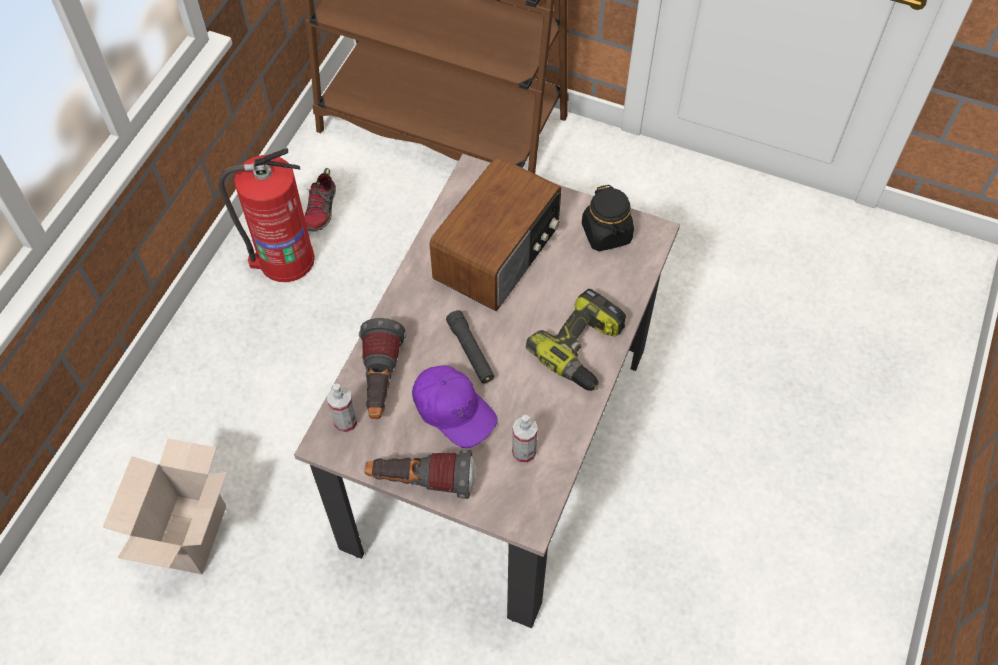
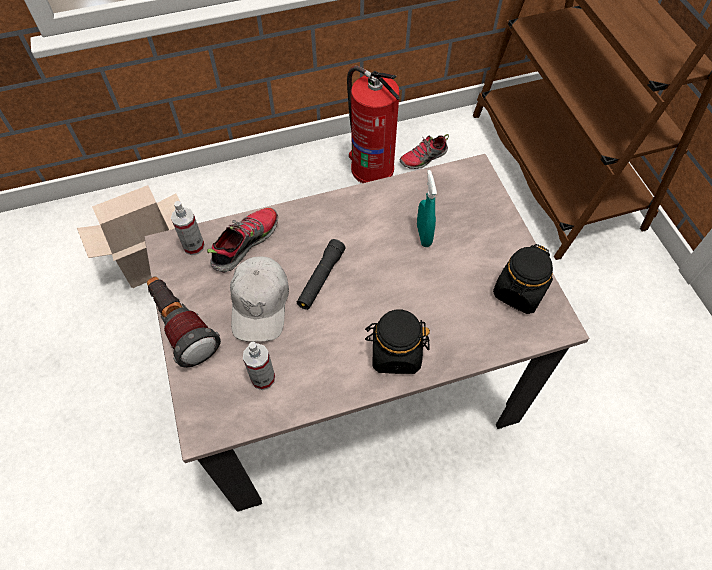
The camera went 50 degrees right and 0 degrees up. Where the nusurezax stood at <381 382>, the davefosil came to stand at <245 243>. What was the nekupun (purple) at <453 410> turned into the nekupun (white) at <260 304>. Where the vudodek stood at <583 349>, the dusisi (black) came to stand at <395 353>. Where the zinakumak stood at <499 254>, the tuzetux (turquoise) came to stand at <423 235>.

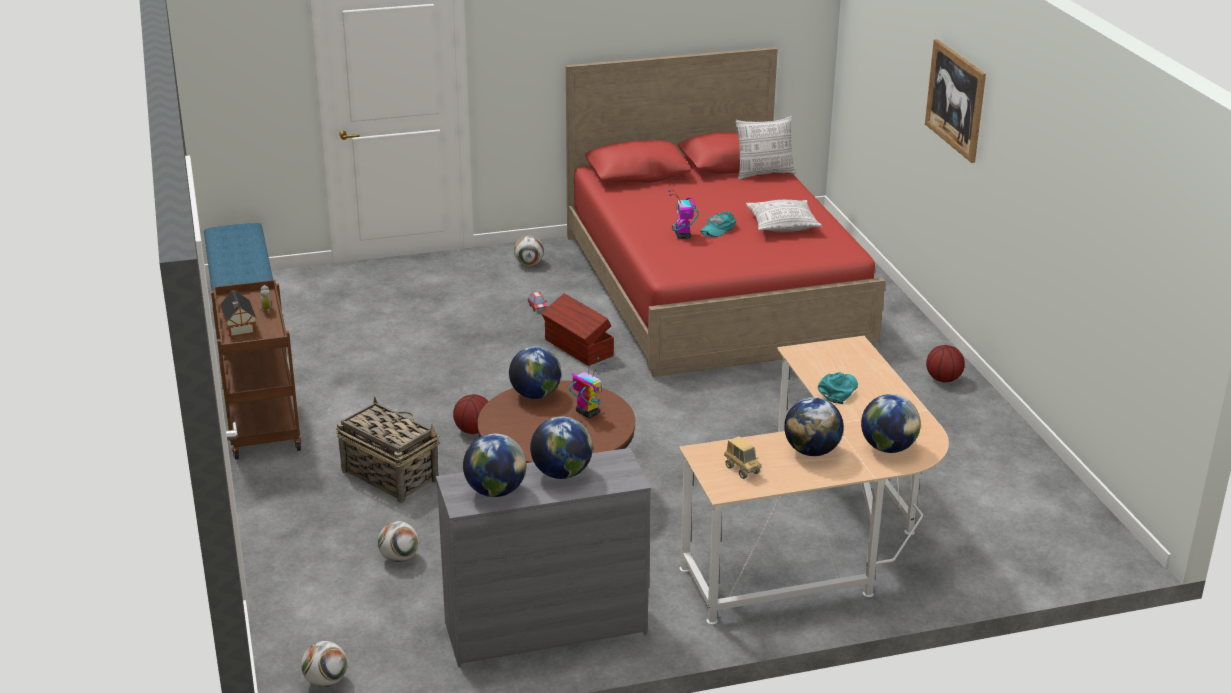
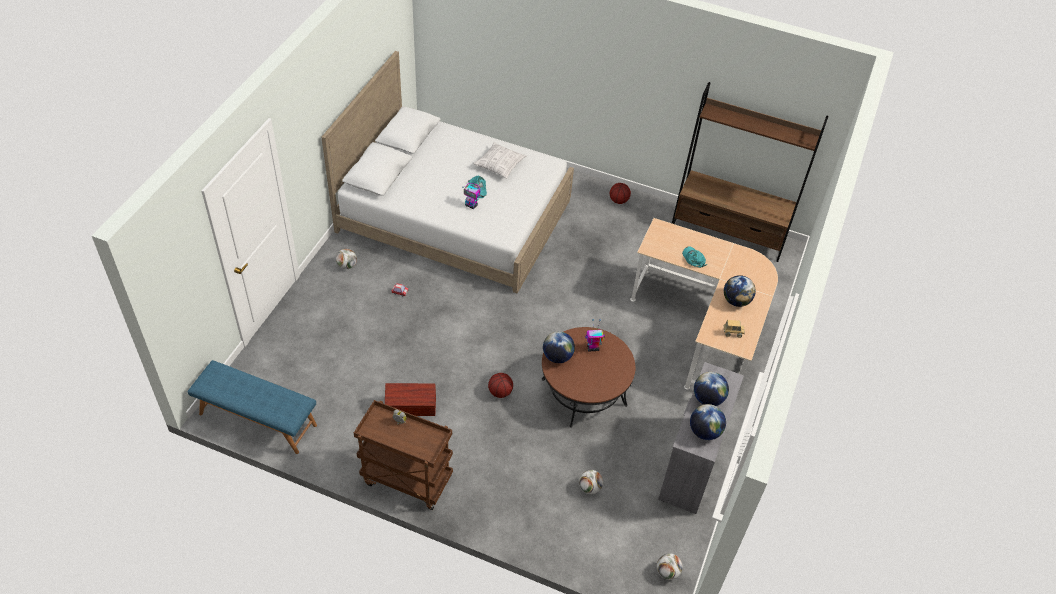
The camera went 55 degrees left and 20 degrees up. What was the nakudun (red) at <714 288> turned into the nakudun (white) at <455 215>. The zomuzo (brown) ended up elsewhere, having gone from <578 348> to <411 407>. The second view gained the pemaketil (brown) at <728 233>. The second view lost the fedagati at <239 327>. The second view lost the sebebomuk at <389 475>. The second view lost the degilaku at <764 173>. The second view lost the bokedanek at <888 448>. The second view lost the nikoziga at <955 100>.

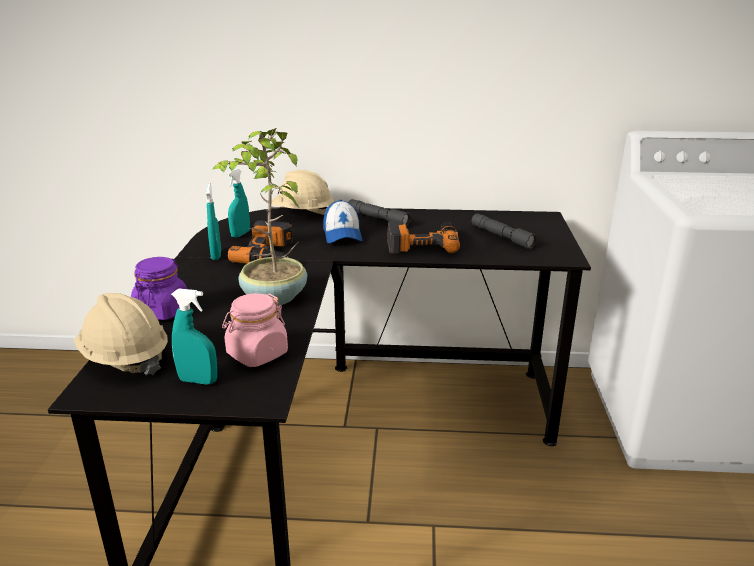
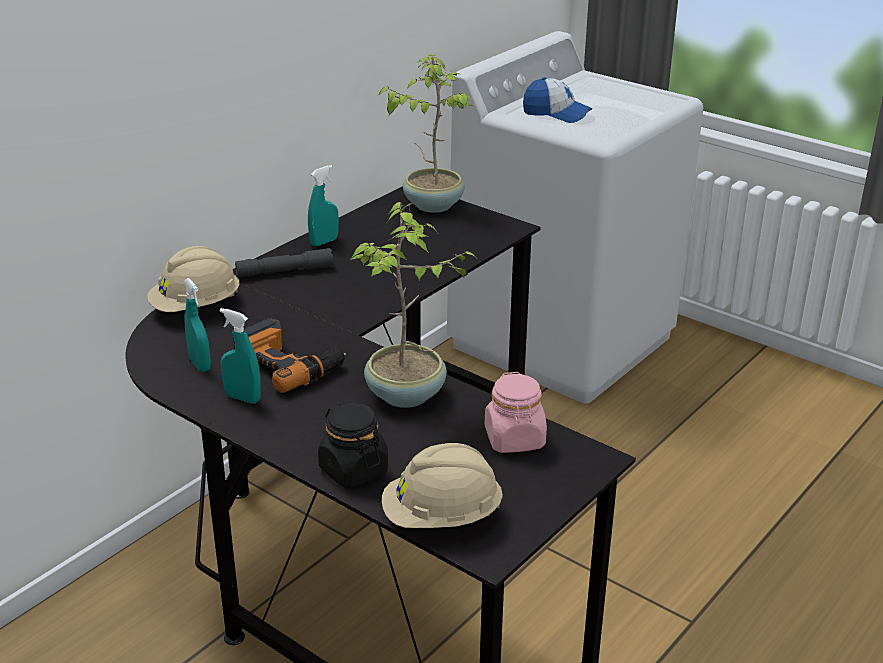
The camera went 55 degrees left and 5 degrees up. The tuzetux (turquoise) ended up elsewhere, having gone from <198 381> to <324 242>. What was the dusisi (purple) at <162 311> turned into the dusisi (black) at <353 470>. The second view gained the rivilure at <433 204>. The nekupun ended up elsewhere, having gone from <342 234> to <556 114>. The second view lost the vudodek at <422 243>. The second view lost the nusurezax (grey) at <502 237>.

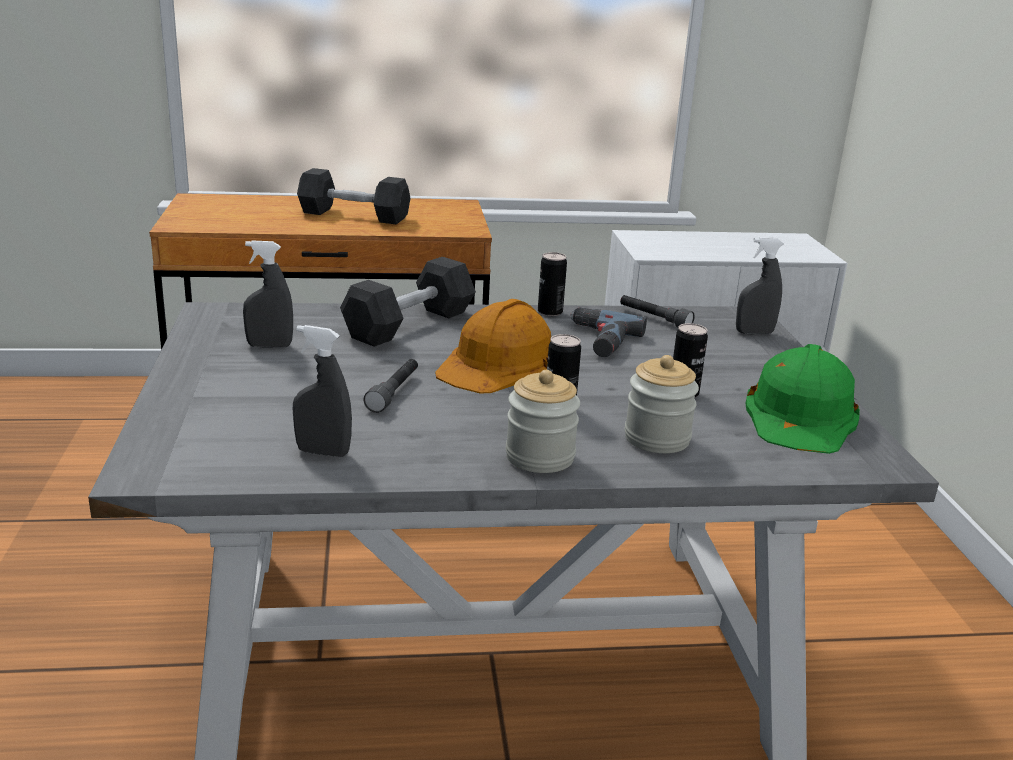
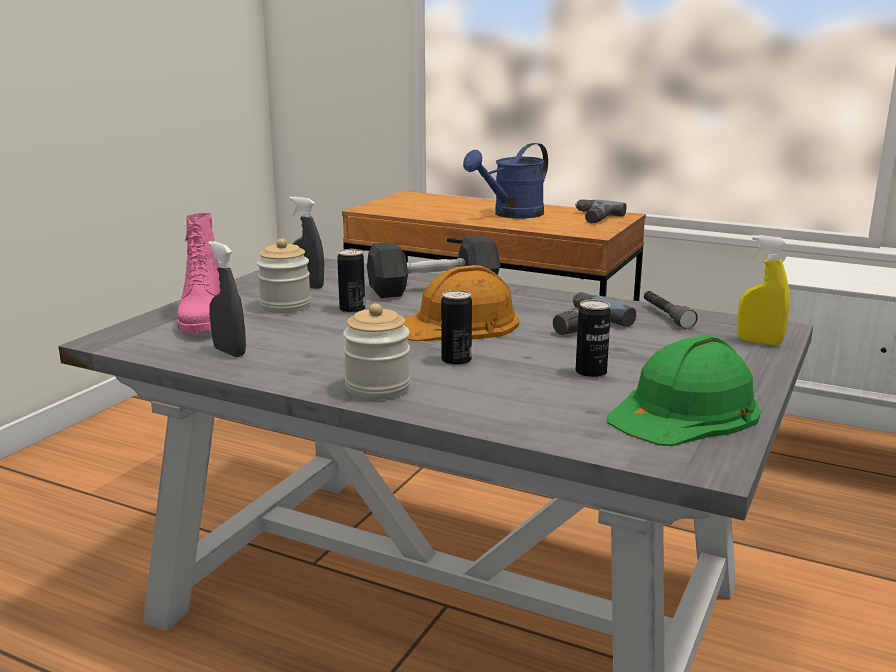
The camera went 35 degrees right and 5 degrees down. The second view gained the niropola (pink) at <202 321>. The dusisi ended up elsewhere, having gone from <657 438> to <285 306>. The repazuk ended up elsewhere, having gone from <550 312> to <352 309>. Where the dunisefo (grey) stood at <354 215>, the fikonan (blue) came to stand at <512 215>. The second view gained the vudodek at <591 218>. What was the tuzetux (grey) at <754 332> turned into the tuzetux (yellow) at <759 342>. The second view lost the nusurezax (grey) at <394 393>.

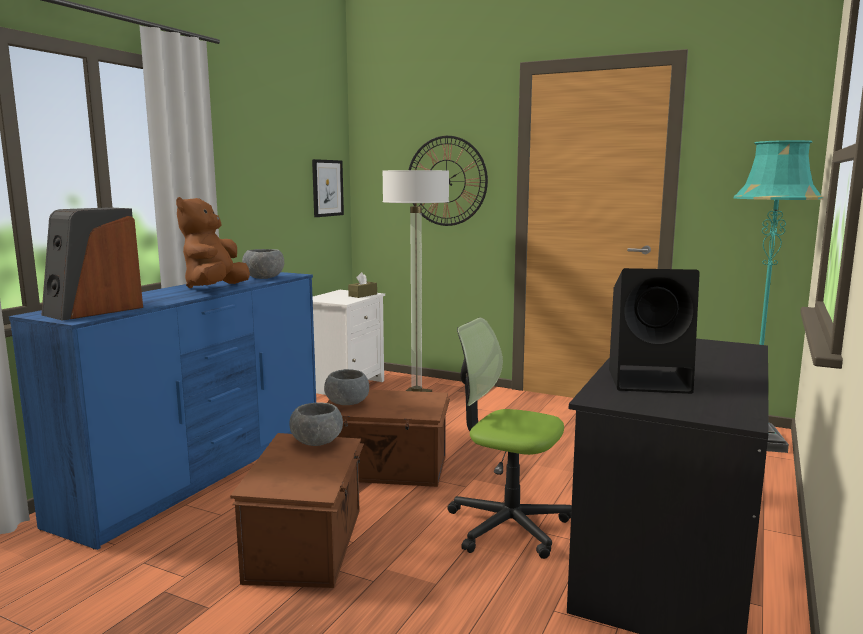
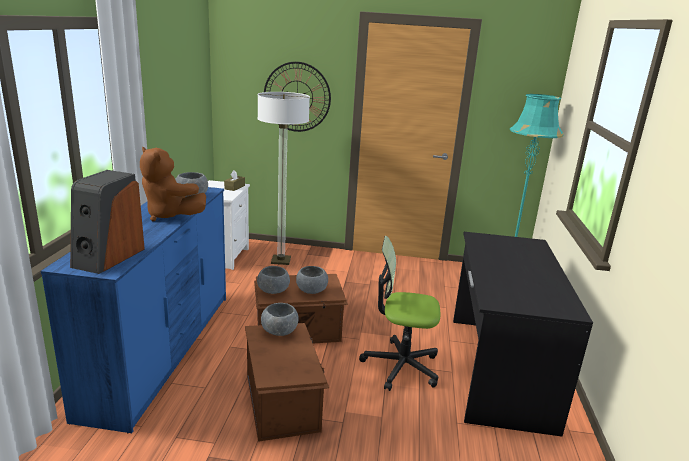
The camera went 20 degrees left and 10 degrees up. The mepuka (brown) at <215 288> ended up facing another way, 45 degrees counterclockwise from before. The second view gained the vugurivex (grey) at <311 290>. The second view lost the nikoziga at <327 188>. The second view lost the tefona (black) at <651 381>.

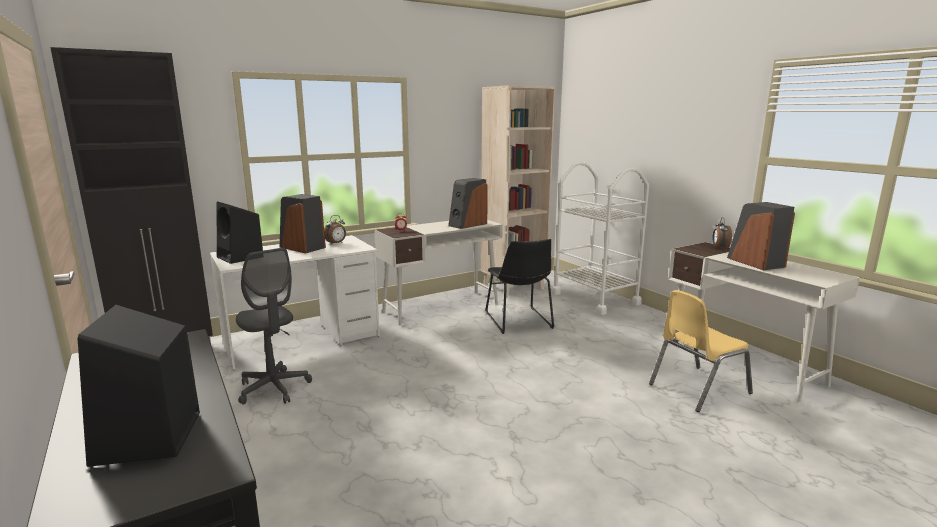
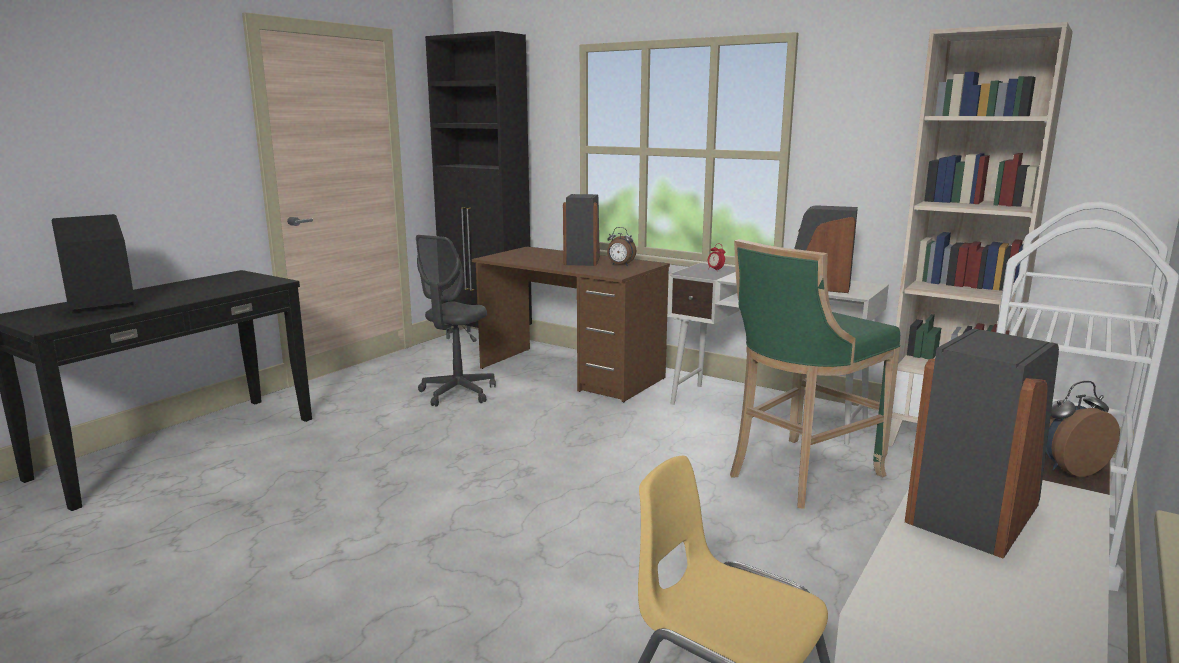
The camera went 65 degrees right and 0 degrees up. What was the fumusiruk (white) at <302 340> turned into the fumusiruk (brown) at <571 373>. Where the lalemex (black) stood at <519 321>, the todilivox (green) came to stand at <798 475>. The second view lost the tefona (black) at <241 257>.

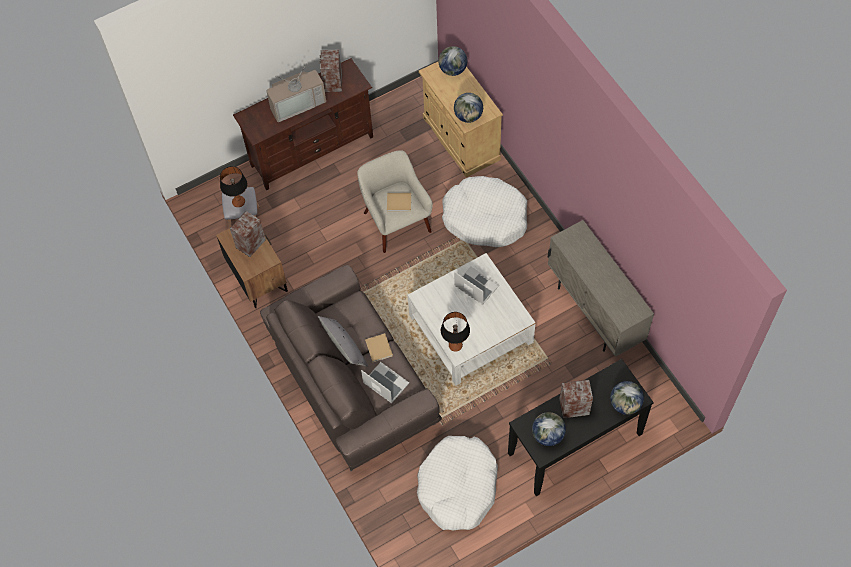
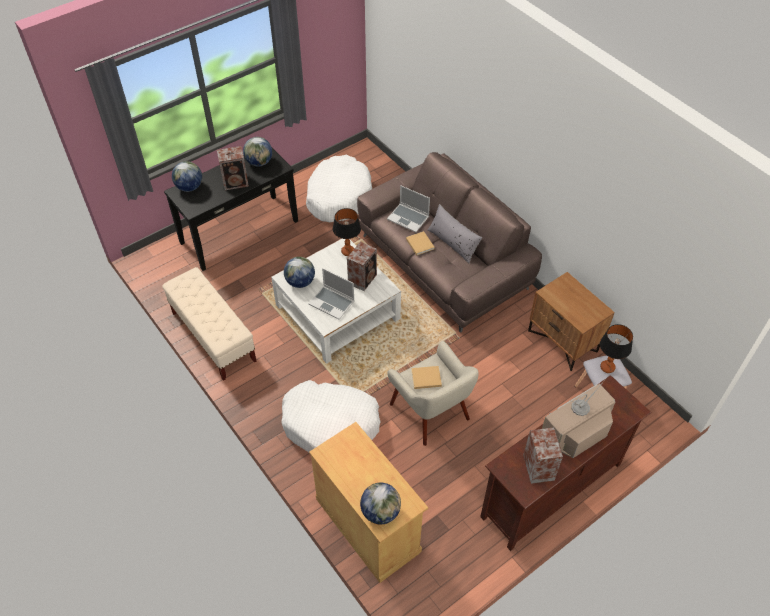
The camera went 170 degrees right and 10 degrees down. Where the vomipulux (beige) stood at <594 312>, the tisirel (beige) came to stand at <213 337>. The bokedanek ended up elsewhere, having gone from <468 116> to <300 282>. The tefona ended up elsewhere, having gone from <249 244> to <363 278>.

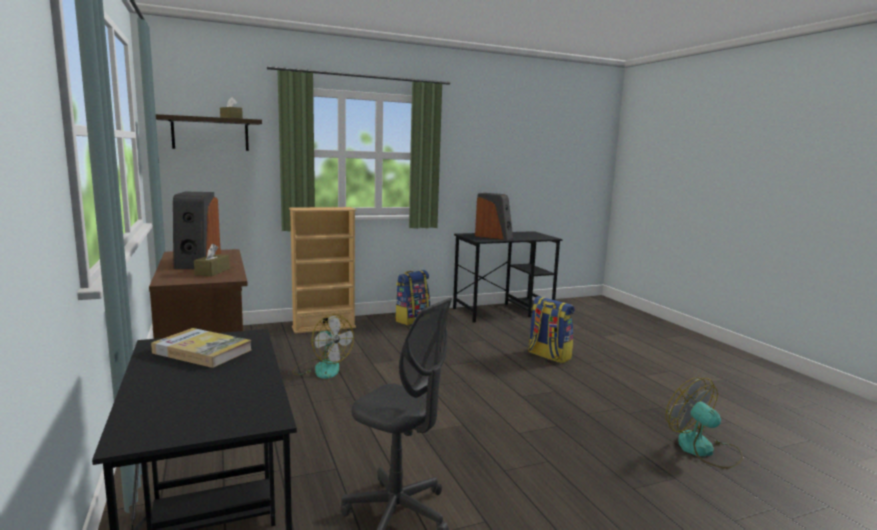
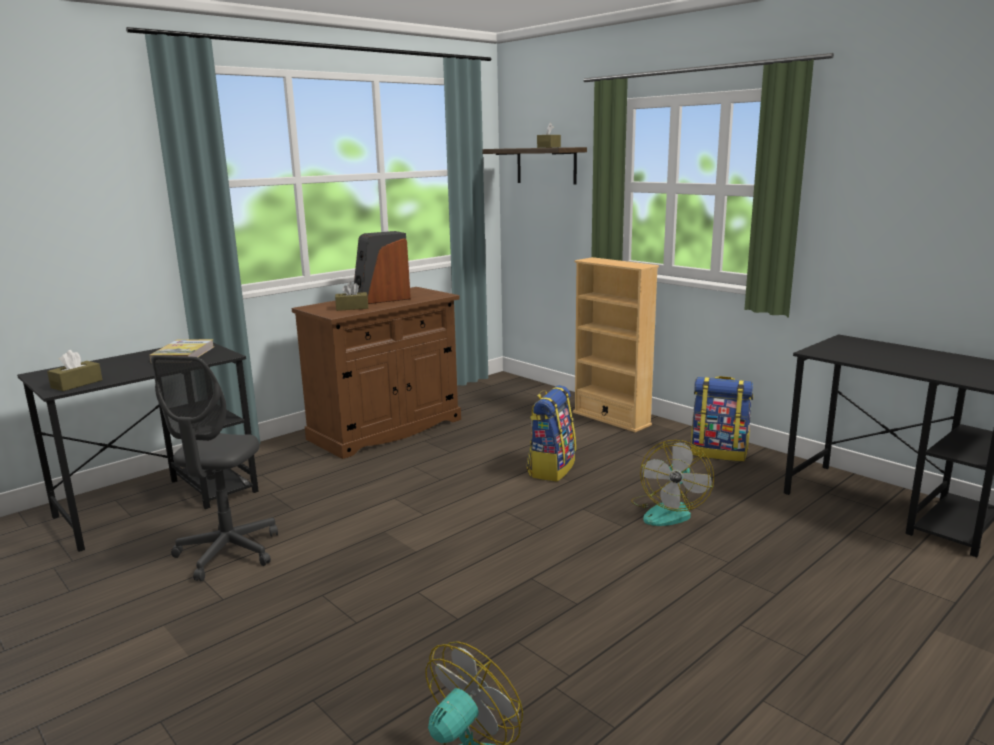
The camera went 70 degrees right and 5 degrees up. The second view gained the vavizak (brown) at <77 384>. The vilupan ended up elsewhere, having gone from <548 356> to <551 469>. The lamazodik ended up elsewhere, having gone from <322 368> to <668 511>. The second view lost the tefona at <493 237>.

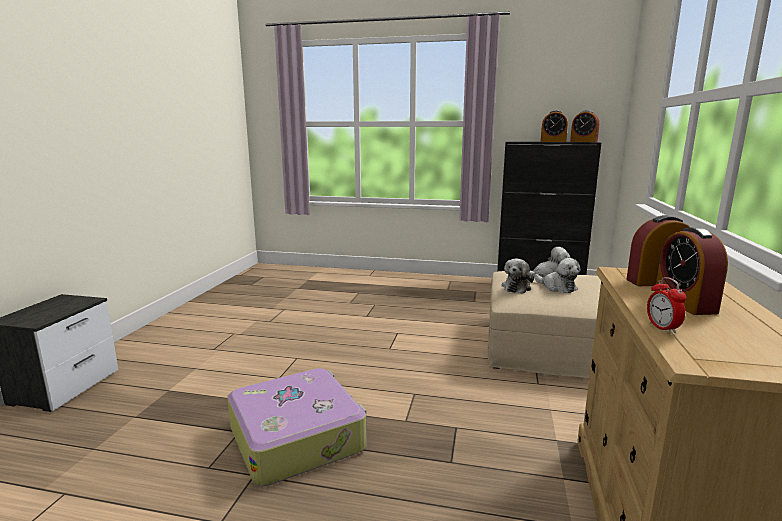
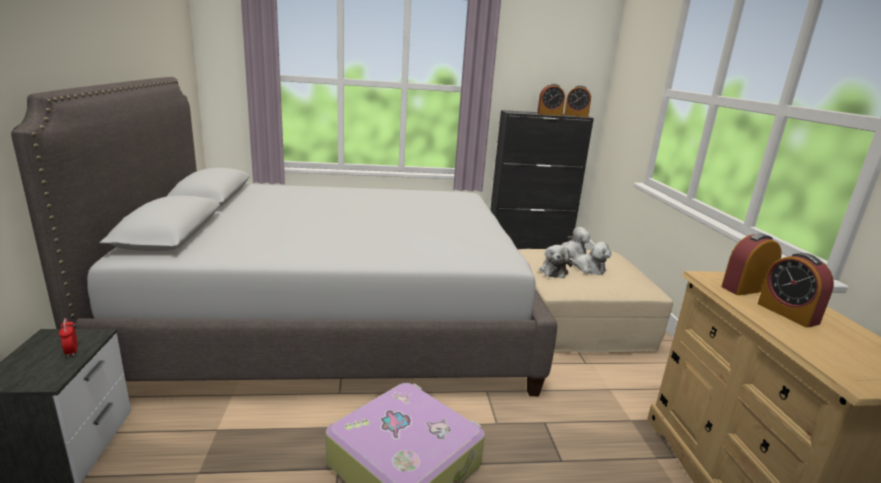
The camera went 20 degrees left and 5 degrees up. The second view gained the nakudun (grey) at <335 320>. The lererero ended up elsewhere, having gone from <662 328> to <71 352>.

